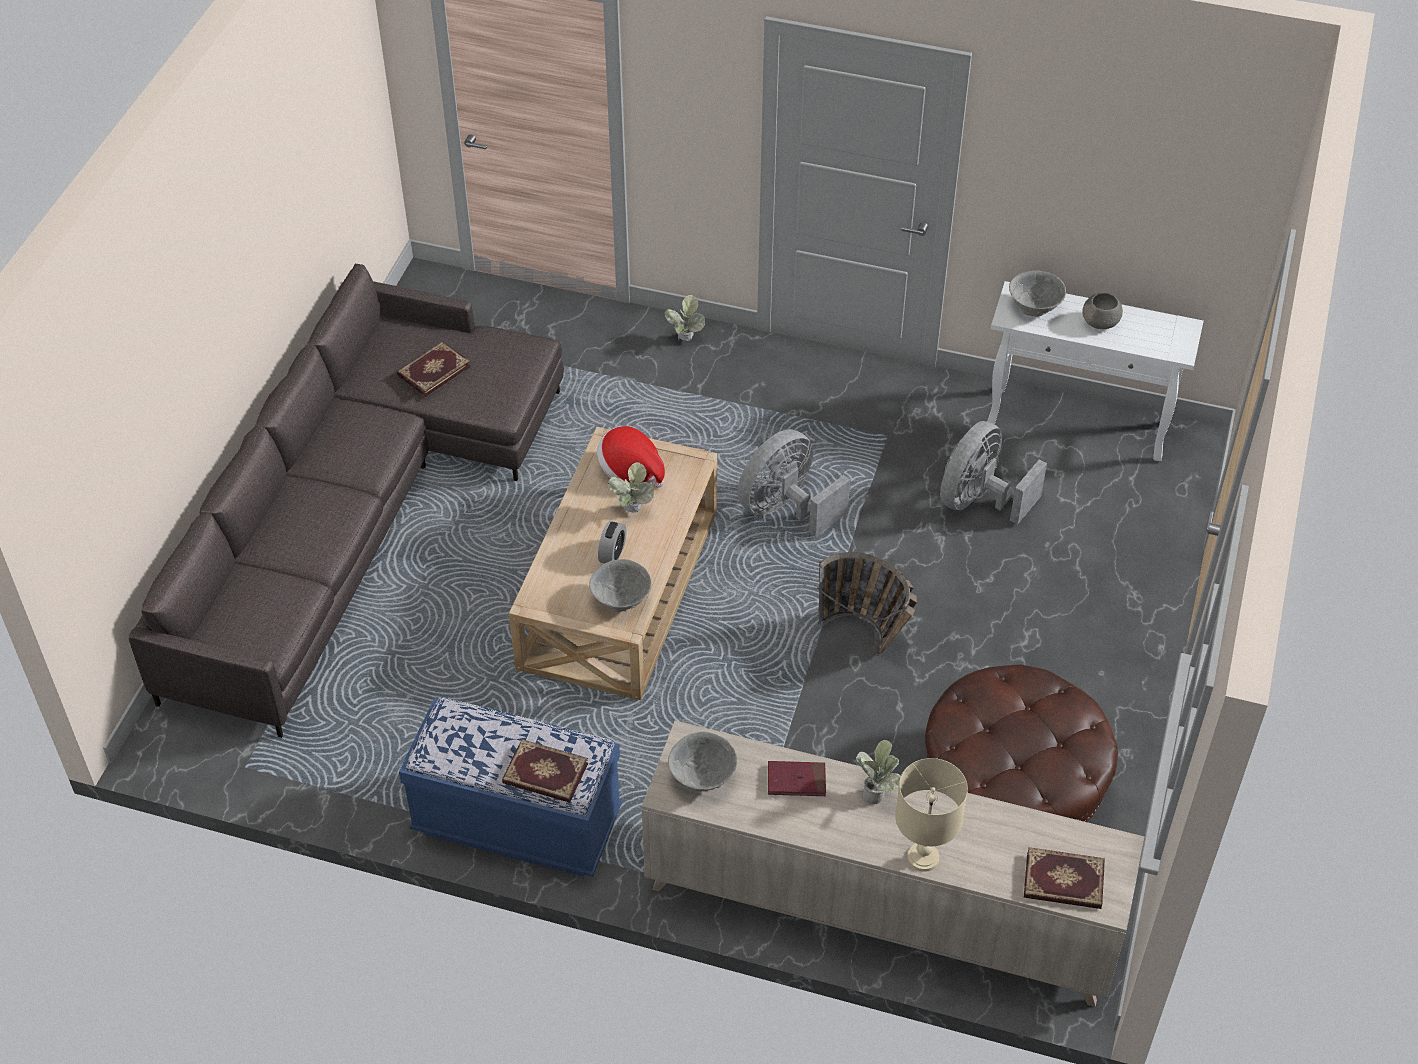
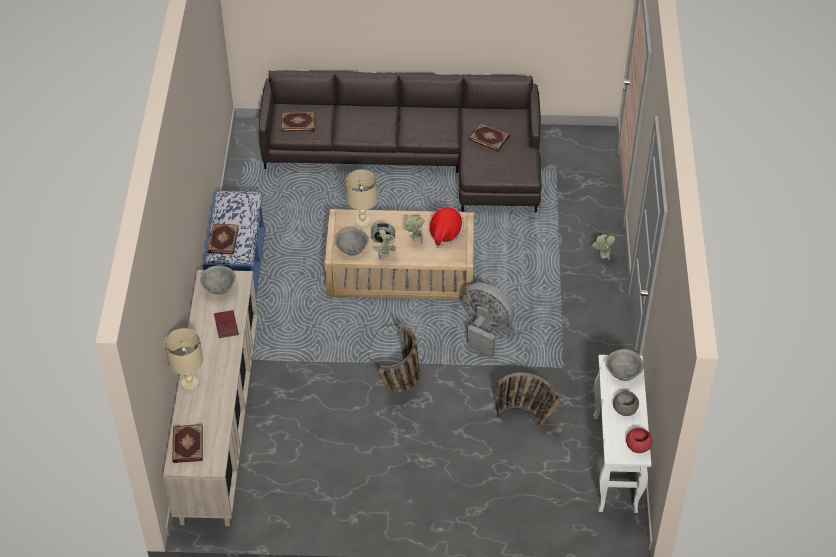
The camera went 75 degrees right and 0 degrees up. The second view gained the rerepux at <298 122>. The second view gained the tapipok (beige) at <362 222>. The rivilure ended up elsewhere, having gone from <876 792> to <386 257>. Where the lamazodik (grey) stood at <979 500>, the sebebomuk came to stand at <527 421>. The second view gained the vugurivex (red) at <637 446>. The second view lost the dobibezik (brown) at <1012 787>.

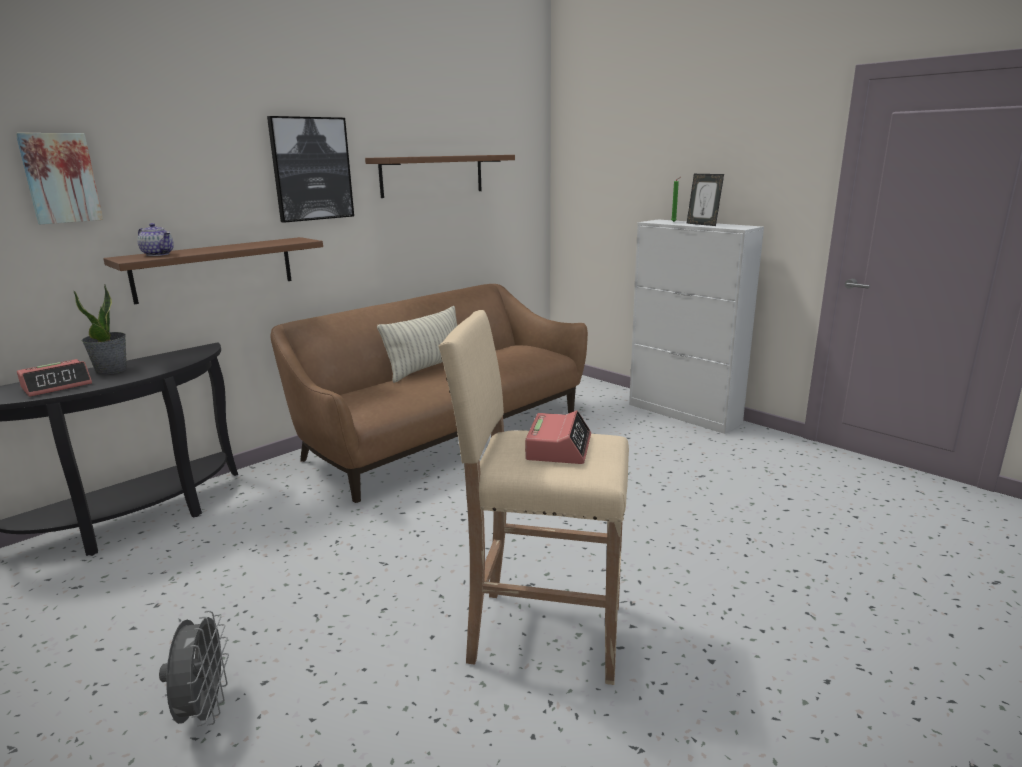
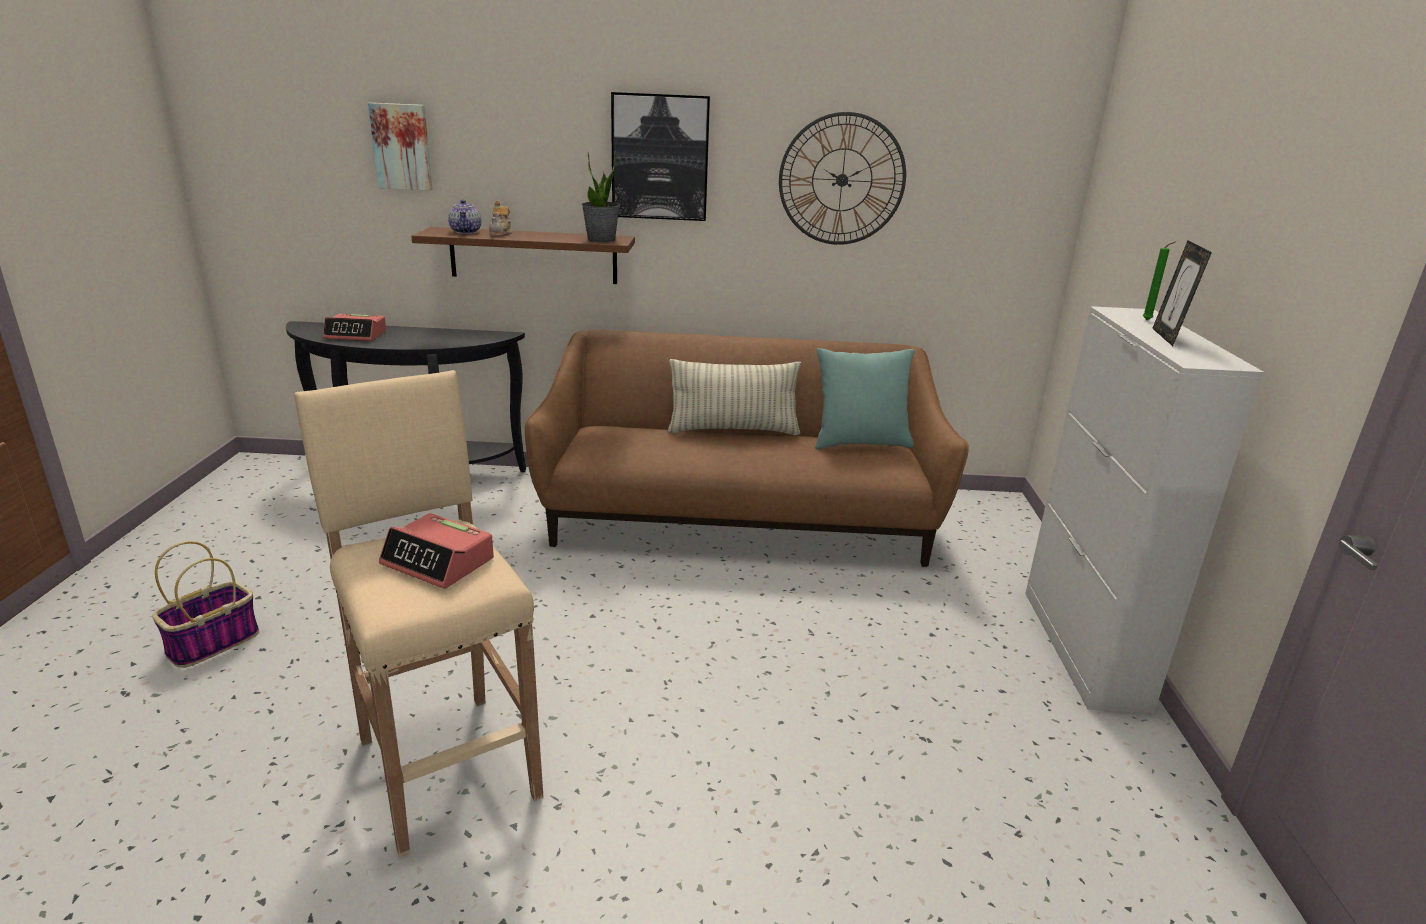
The camera went 45 degrees right and 5 degrees up. Where the lamazodik (grey) stood at <204 710>, the sebebomuk came to stand at <214 642>. The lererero at <559 448> ended up facing another way, 60 degrees clockwise from before. The second view gained the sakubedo at <501 233>. The rivilure ended up elsewhere, having gone from <111 370> to <601 239>. Where the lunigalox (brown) hung at <432 175>, the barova came to hang at <842 180>. The second view gained the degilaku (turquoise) at <860 443>.

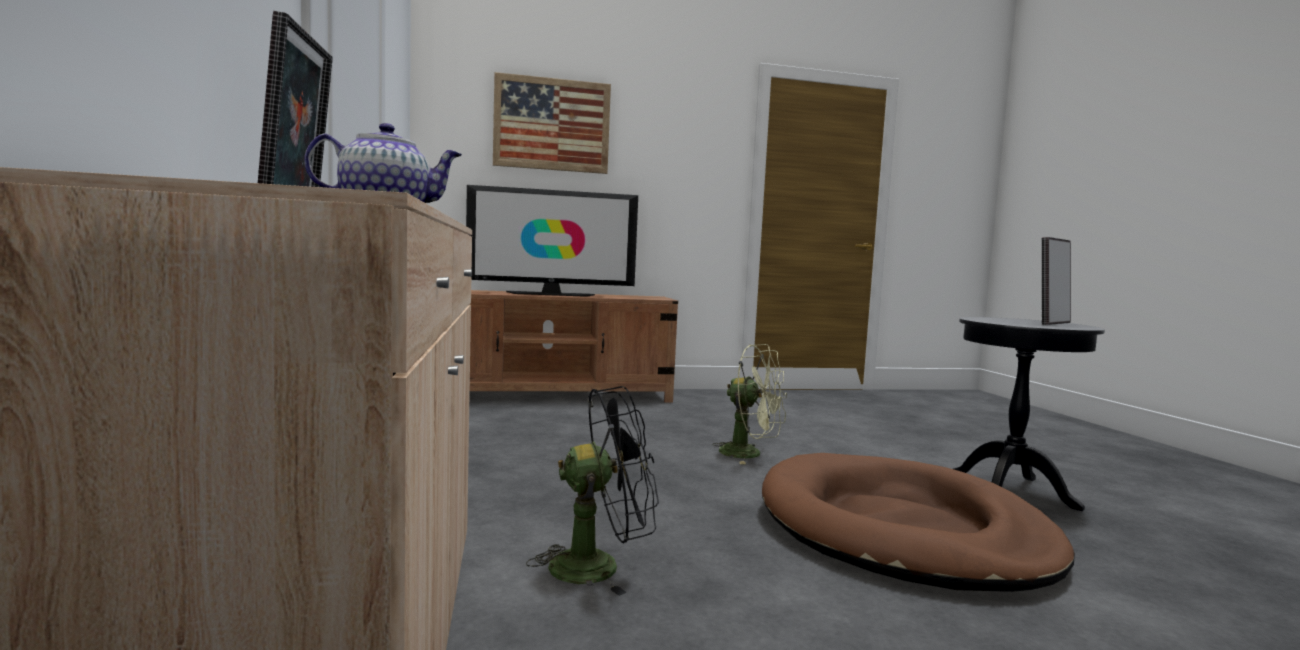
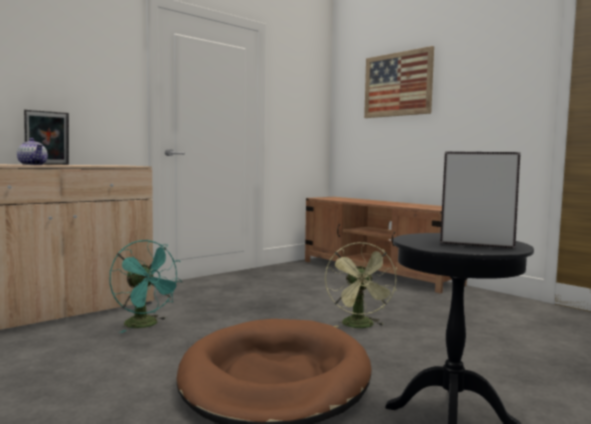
The camera went 60 degrees right and 0 degrees up. What was the lamazodik (black) at <599 565> turned into the lamazodik (turquoise) at <146 325>. The second view lost the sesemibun at <551 294>.

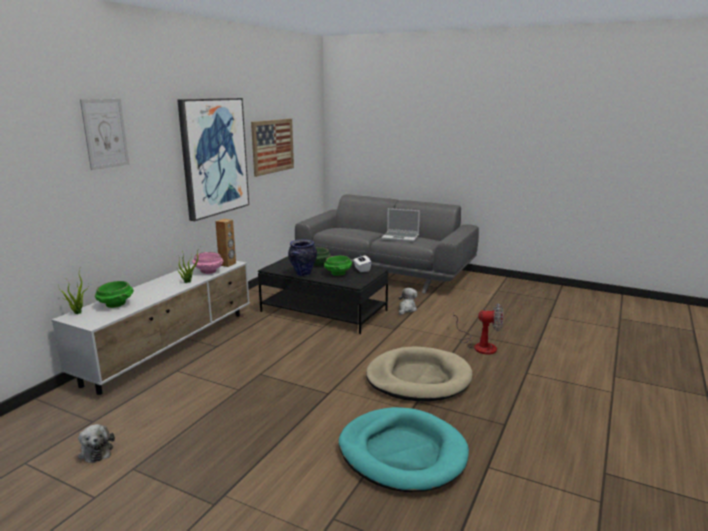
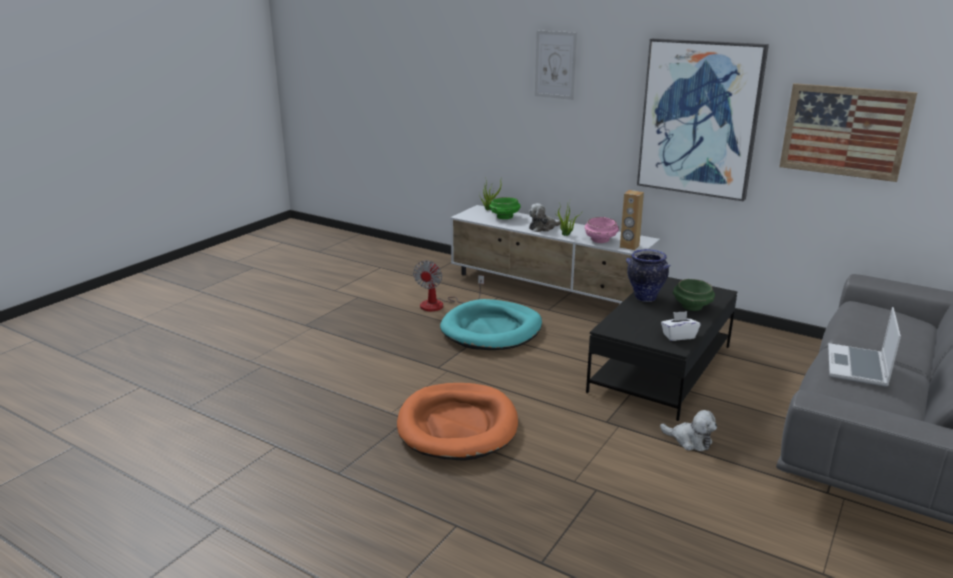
The camera went 95 degrees right and 5 degrees up. What was the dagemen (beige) at <418 378> turned into the dagemen (orange) at <457 425>. The lamazodik ended up elsewhere, having gone from <479 345> to <440 305>. The dagemen (turquoise) ended up elsewhere, having gone from <402 453> to <491 330>. The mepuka ended up elsewhere, having gone from <96 450> to <543 228>. The second view lost the vugurivex (green) at <338 274>.

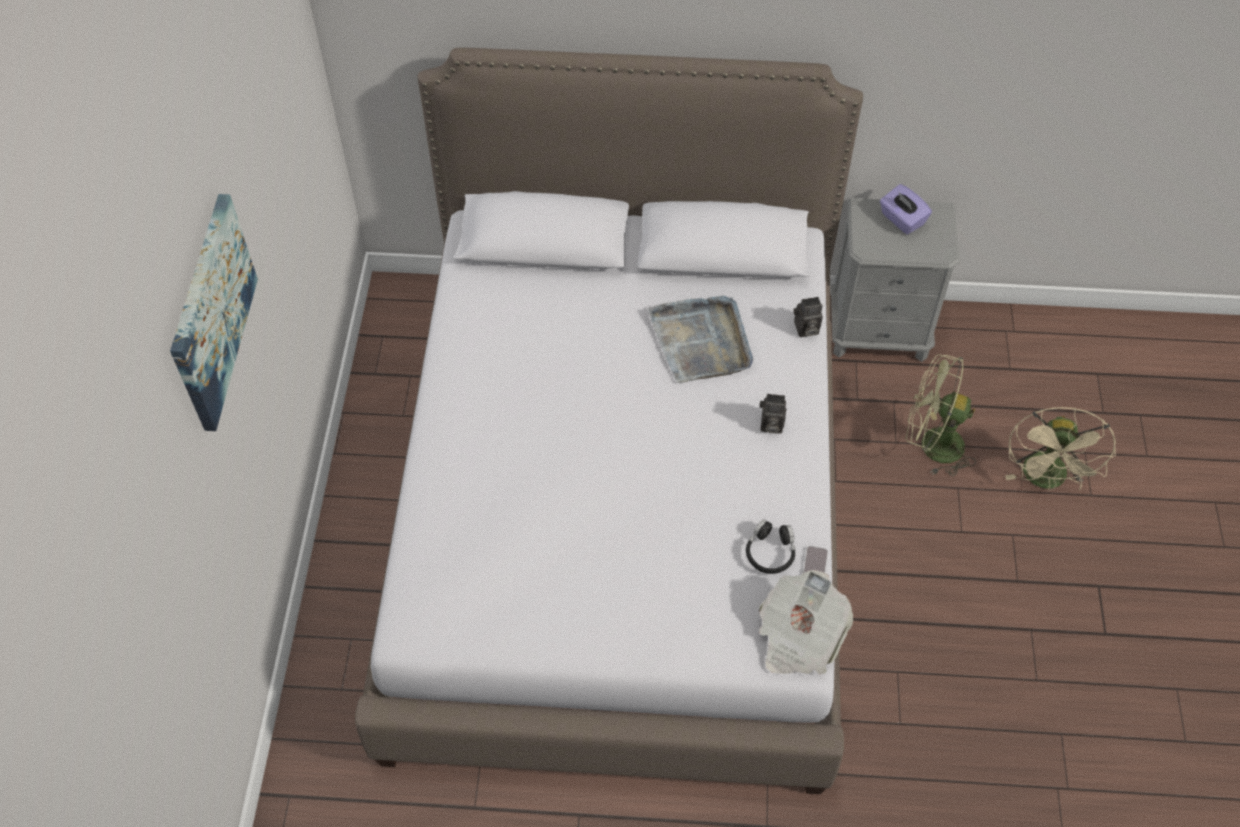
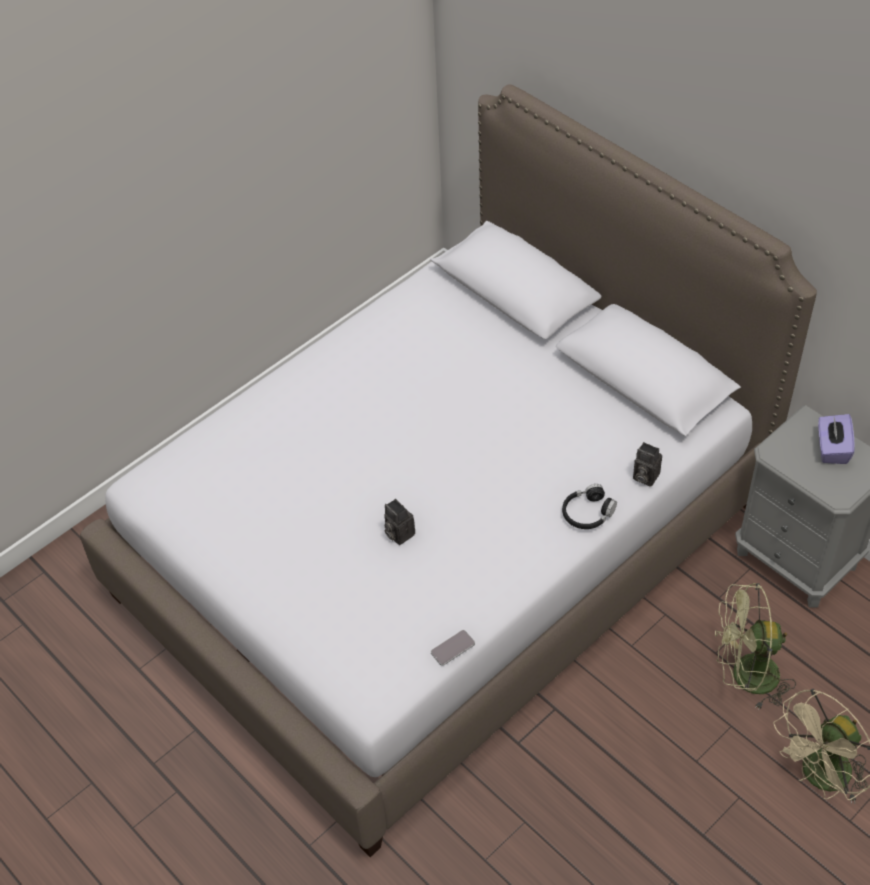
The camera went 45 degrees right and 5 degrees down. The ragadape ended up elsewhere, having gone from <770 425> to <398 533>. The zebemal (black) ended up elsewhere, having gone from <770 552> to <587 513>. The lamazodik (green) at <931 445> ended up facing another way, 60 degrees counterclockwise from before. The second view lost the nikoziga at <211 312>. The second view lost the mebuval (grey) at <702 341>. The second view lost the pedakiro at <799 637>.

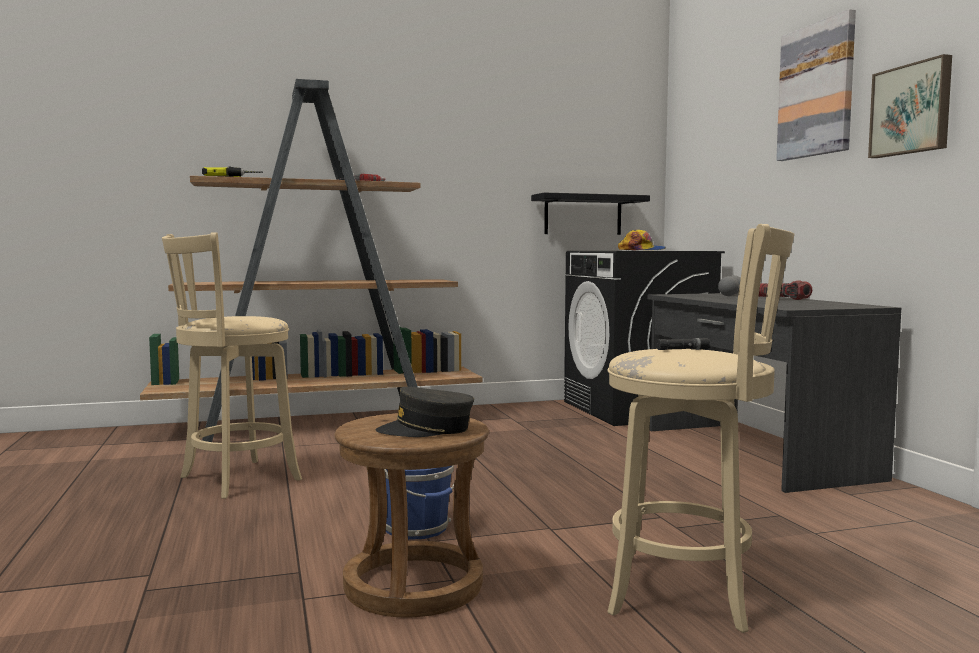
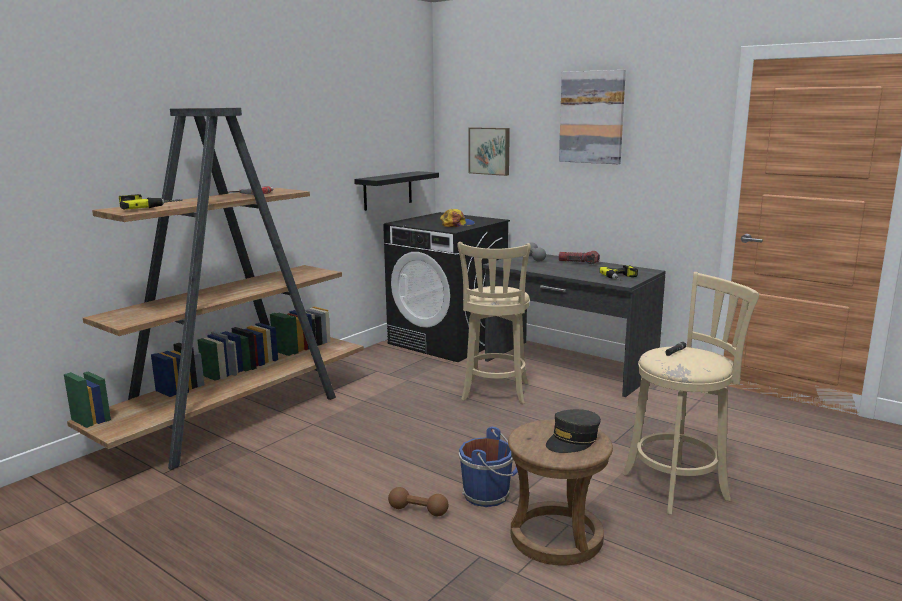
The camera went 35 degrees left and 10 degrees up. The second view gained the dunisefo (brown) at <418 511>. The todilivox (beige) ended up elsewhere, having gone from <234 480> to <495 393>. The nikoziga ended up elsewhere, having gone from <912 109> to <490 151>. The second view gained the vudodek at <622 278>.

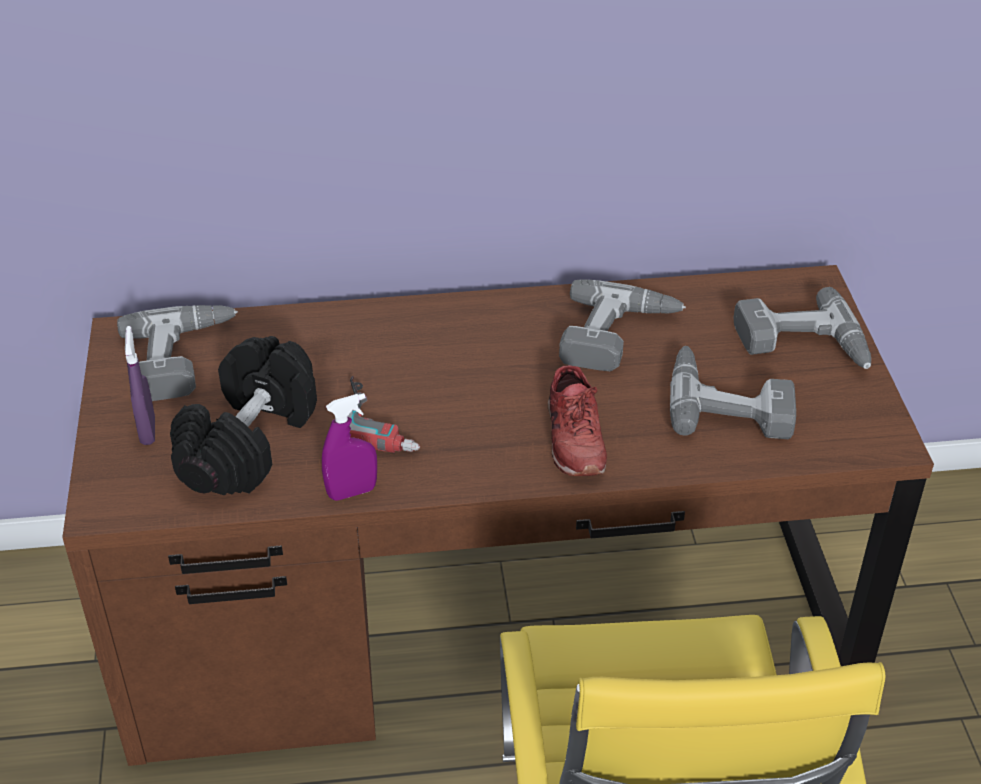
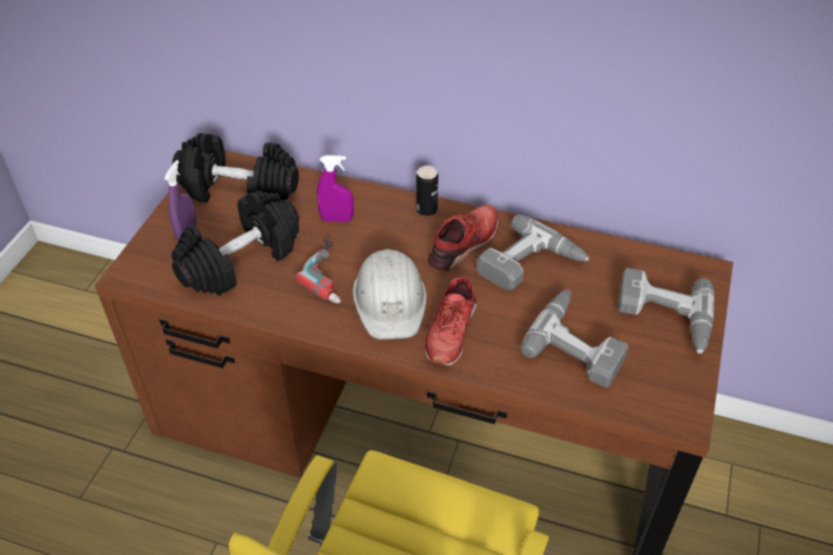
The camera went 25 degrees right and 5 degrees up. Where the vudodek stood at <183 359>, the dunisefo (black) came to stand at <238 190>. The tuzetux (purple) ended up elsewhere, having gone from <352 492> to <337 219>. The second view gained the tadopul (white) at <390 300>. The second view gained the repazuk at <426 209>. The second view gained the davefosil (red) at <464 244>.

